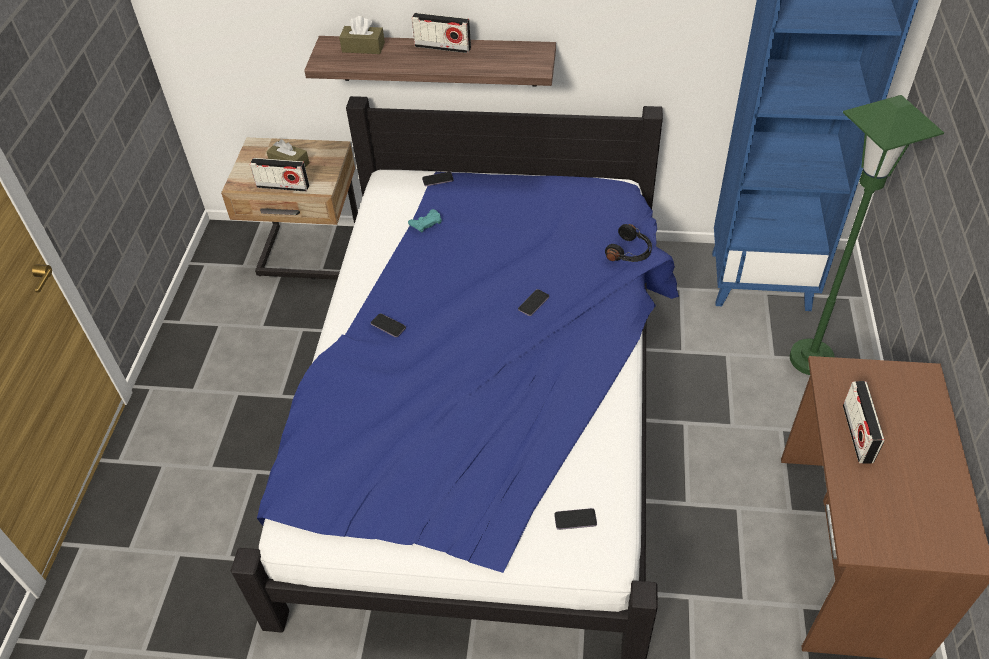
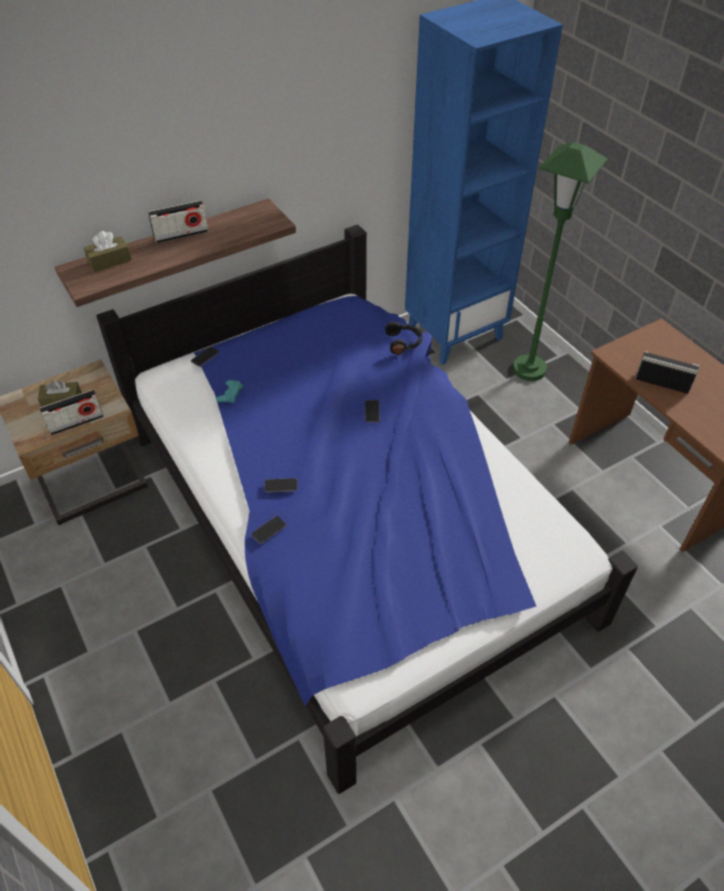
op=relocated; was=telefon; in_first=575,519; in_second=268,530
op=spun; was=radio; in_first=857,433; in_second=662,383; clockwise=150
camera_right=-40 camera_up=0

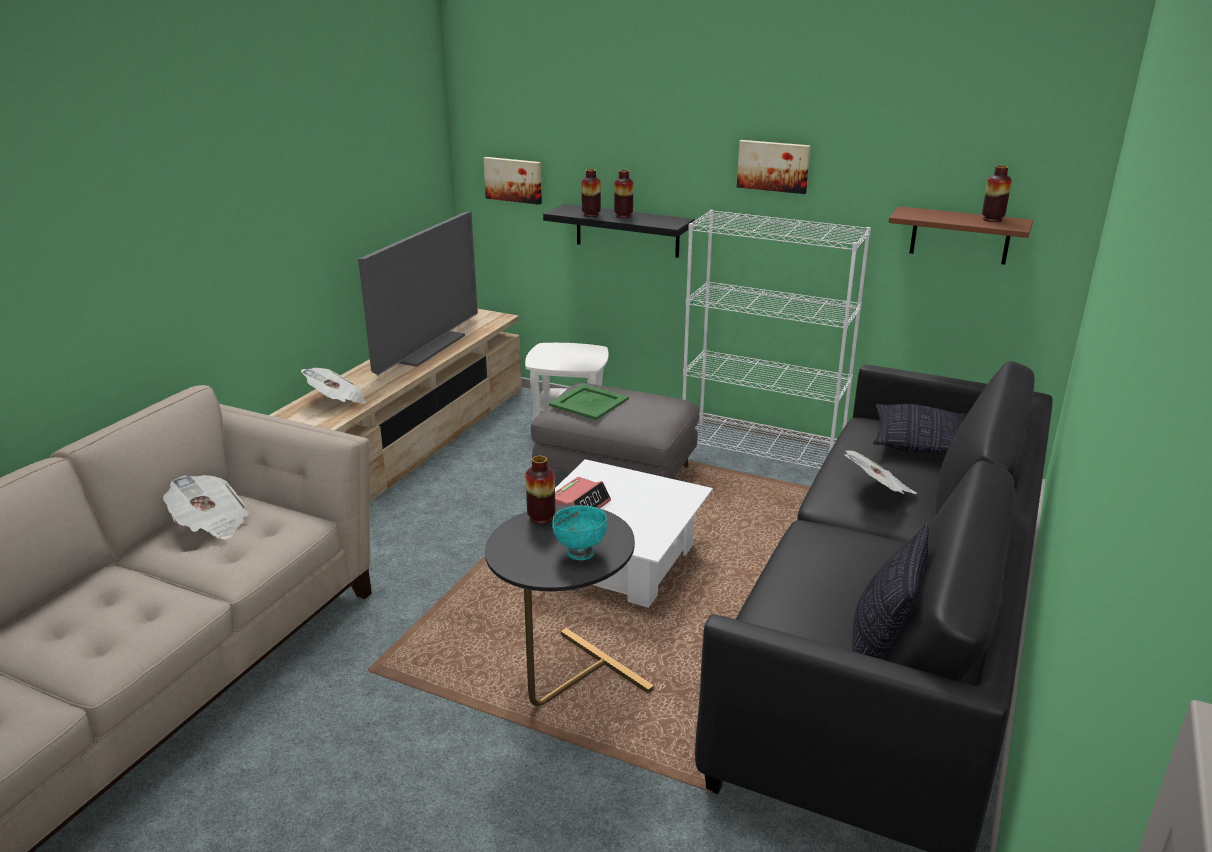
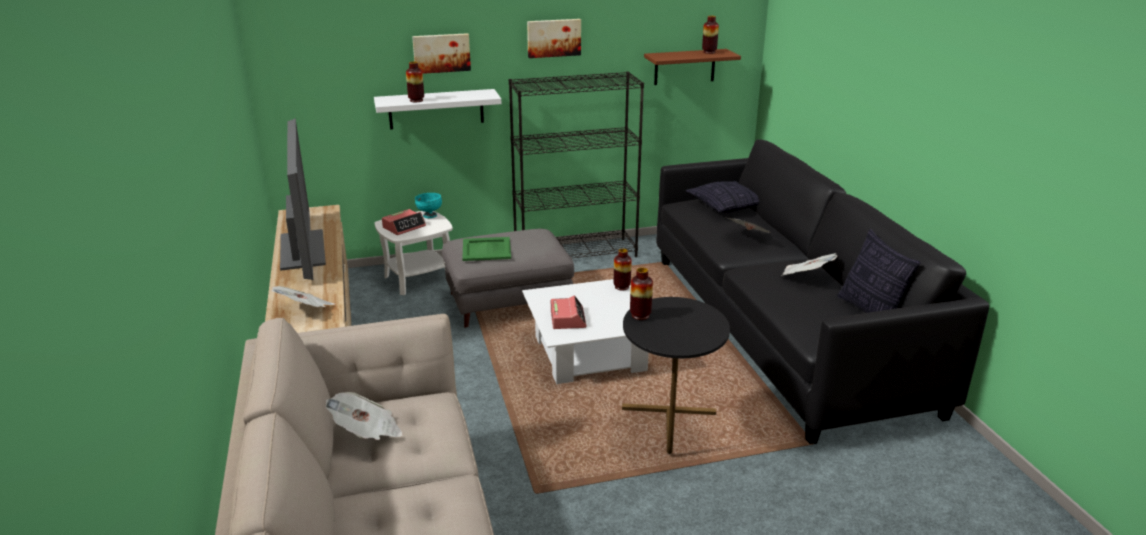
op=relocated; was=obraz; in_first=514,180; in_second=441,53
op=colour; was=półka/czarny; now=półka/biały; in_first=627,230; in_second=436,109
op=relocated; was=miska/turkusowy; in_first=580,552; in_second=429,215
op=relocated; was=wazon; in_first=623,216; in_second=622,287
op=colour; was=regał/biały; now=regał/czarny; in_first=762,450; in_second=576,253
op=appeared; now=budzik; in_second=404,227
op=appeared; now=gazeta; in_second=806,277
camera_right=-40 camera_up=0

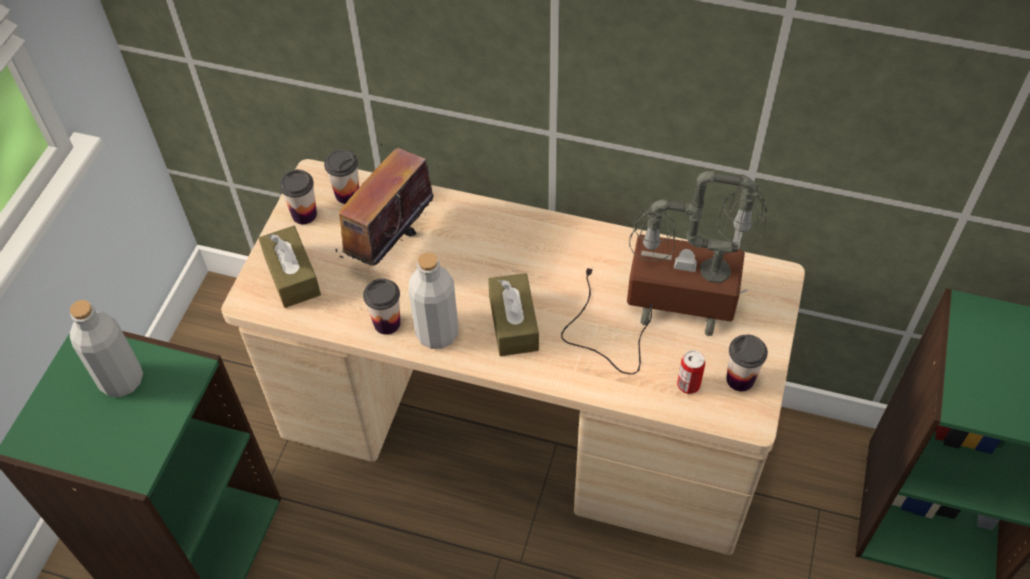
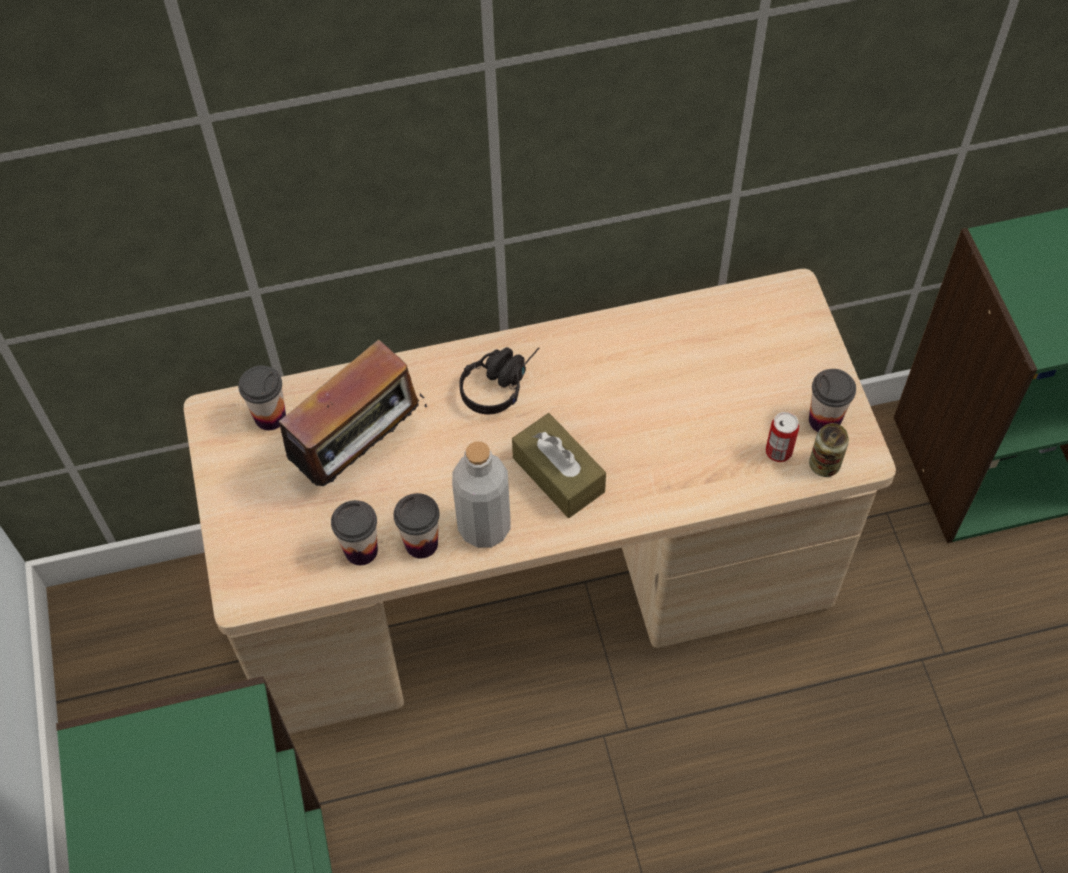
op=missing; was=butelka/szary; in_first=121,380
op=missing; was=pudełko chusteczek/brązowy; in_first=292,275
op=relocated; was=filiżanka; in_first=304,214; in_second=361,550
op=spun; was=radio; in_first=390,244; in_second=361,451; clockwise=-135
op=missing; was=lampa stołowa; in_first=663,307
op=appeared; now=słuchawki/czarny; in_second=500,382
op=appeared; now=puszka; in_second=824,465
camera_right=-30 camera_up=5

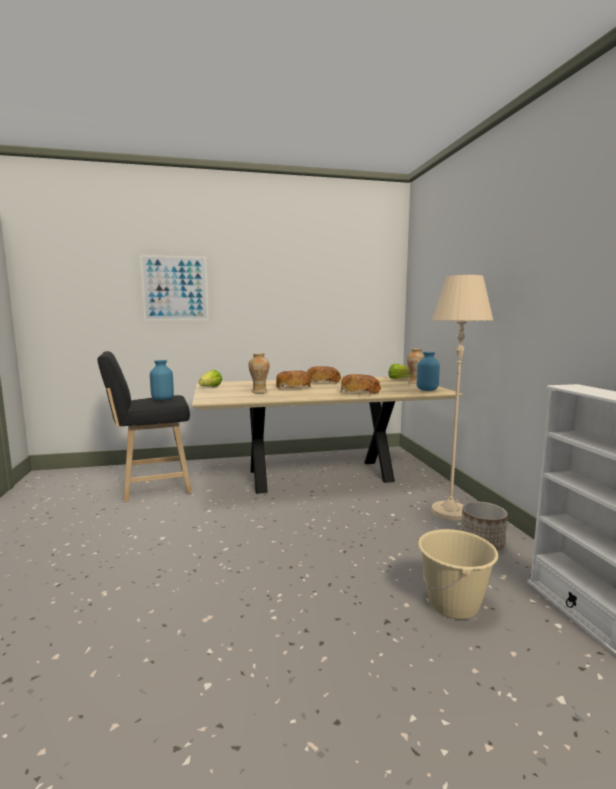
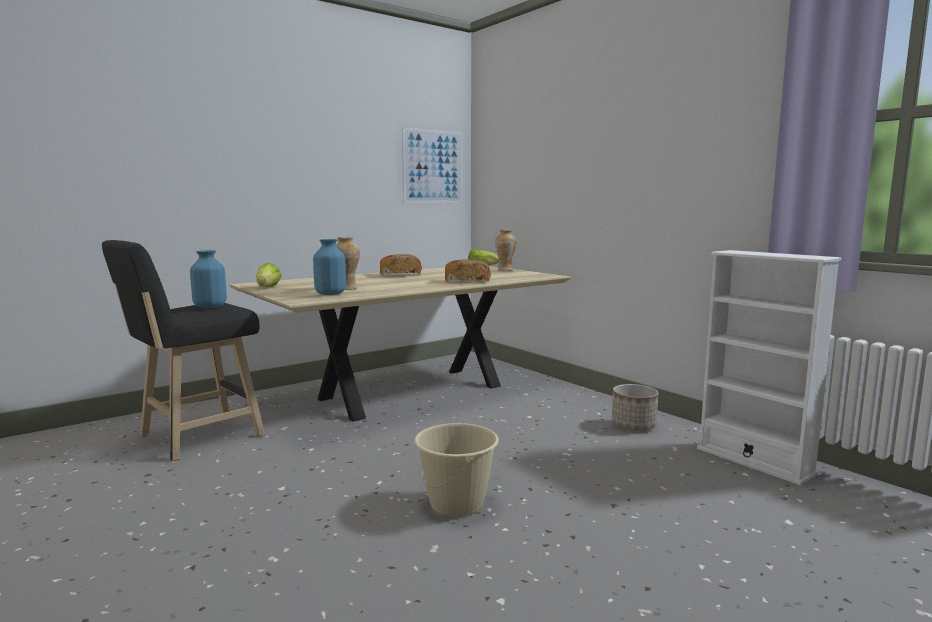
op=relocated; was=obraz; in_first=175,288; in_second=433,166
op=missing; was=chleb; in_first=293,387
op=relocated; was=wazon/niebieski; in_first=427,390; in_second=331,294
op=relocated; was=wiadro/beżowy; in_first=453,605; in_second=457,504
op=missing; was=lampa stojąca/beżowy; in_first=450,512
camera_right=-25 camera_up=0

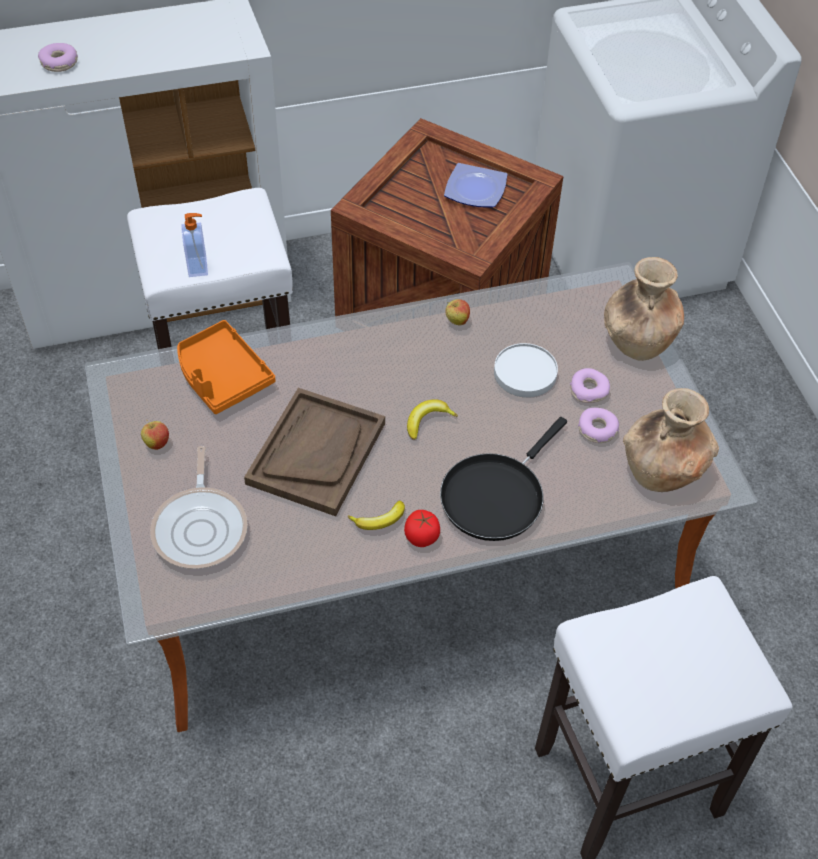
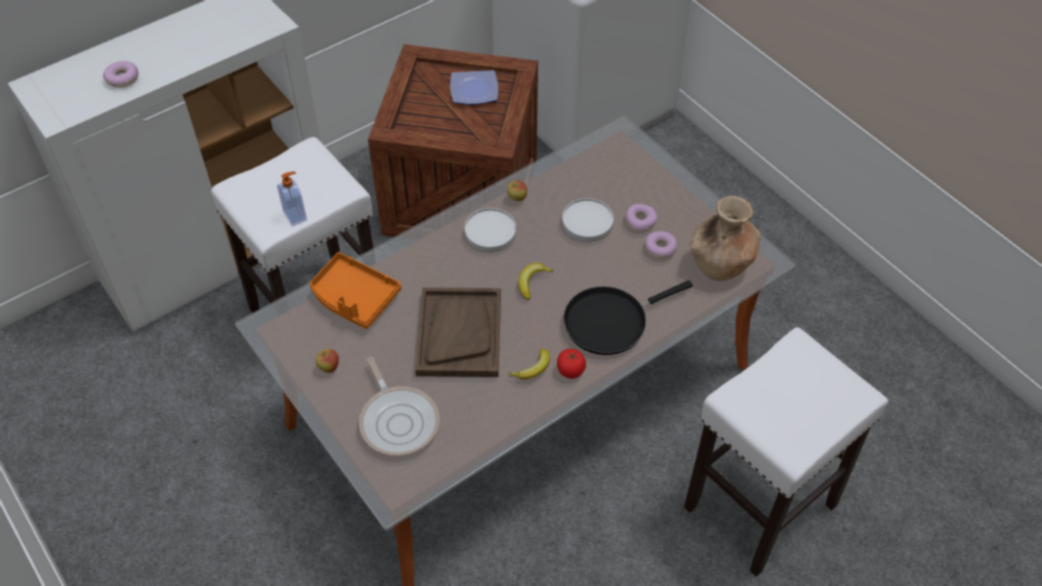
op=spun; was=patelnia/czarny; in_first=496,495; in_second=610,321; clockwise=45
op=missing; was=wazon/brązowy; in_first=638,339
op=appeared; now=talerz/biały; in_second=490,232
camera_right=-20 camera_up=0

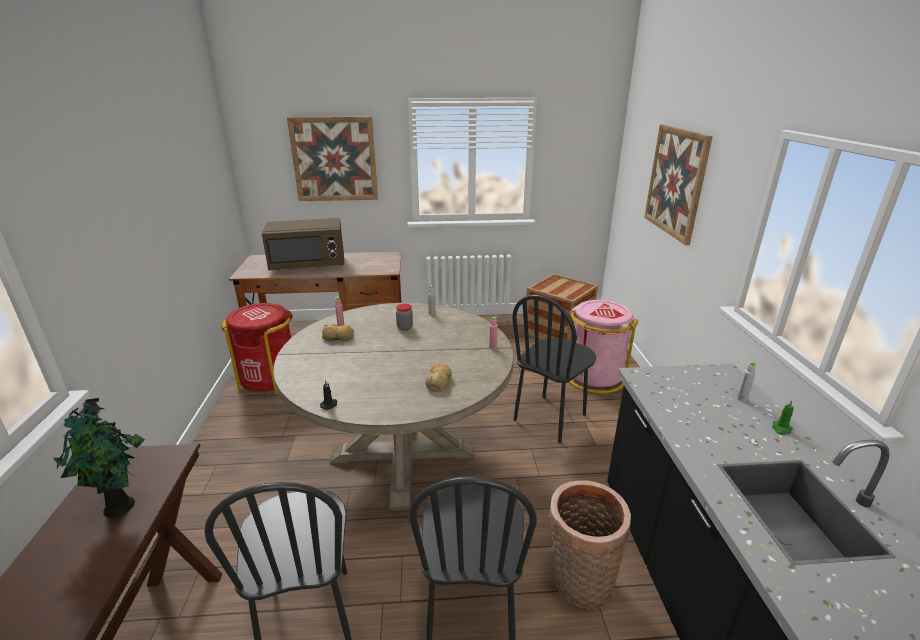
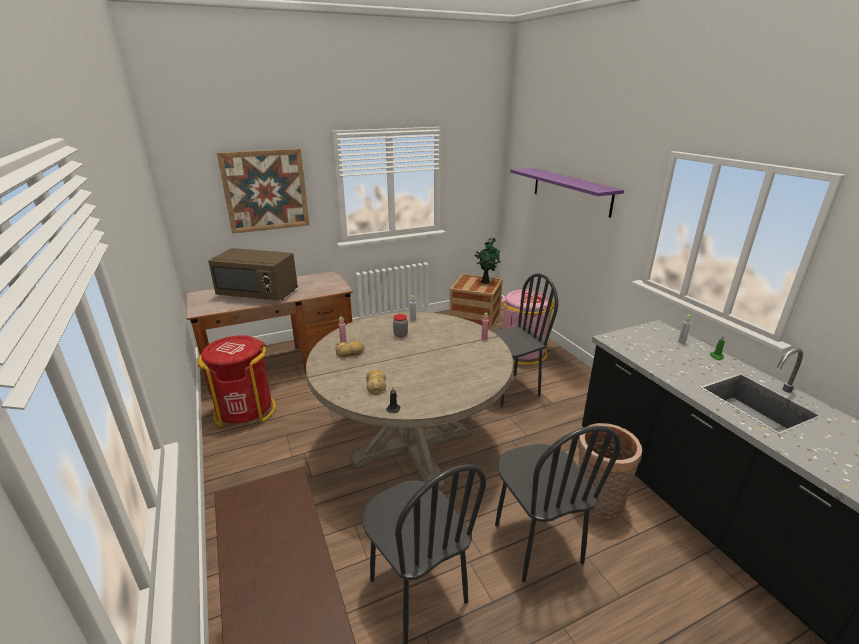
op=relocated; was=roślina doniczkowa; in_first=122,506; in_second=486,281
op=spun; was=mikrofalówka/brązowy; in_first=308,264; in_second=258,293; clockwise=45
op=relocated; was=chleb; in_first=439,381; in_second=376,385
op=spun; was=krzesło/czarny; in_first=550,418; in_second=509,390; clockwise=-135
op=exchanged; was=obraz; now=półka/fioletowy; in_first=675,182; in_second=571,191
camera_right=-20 camera_up=0

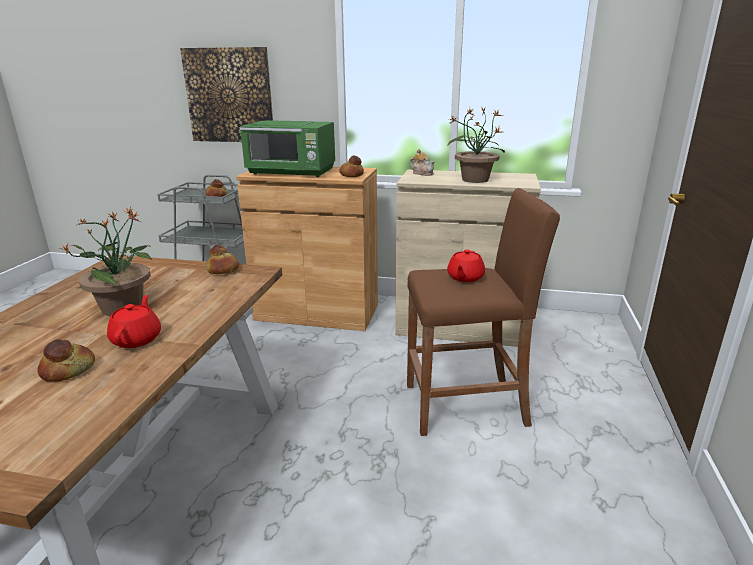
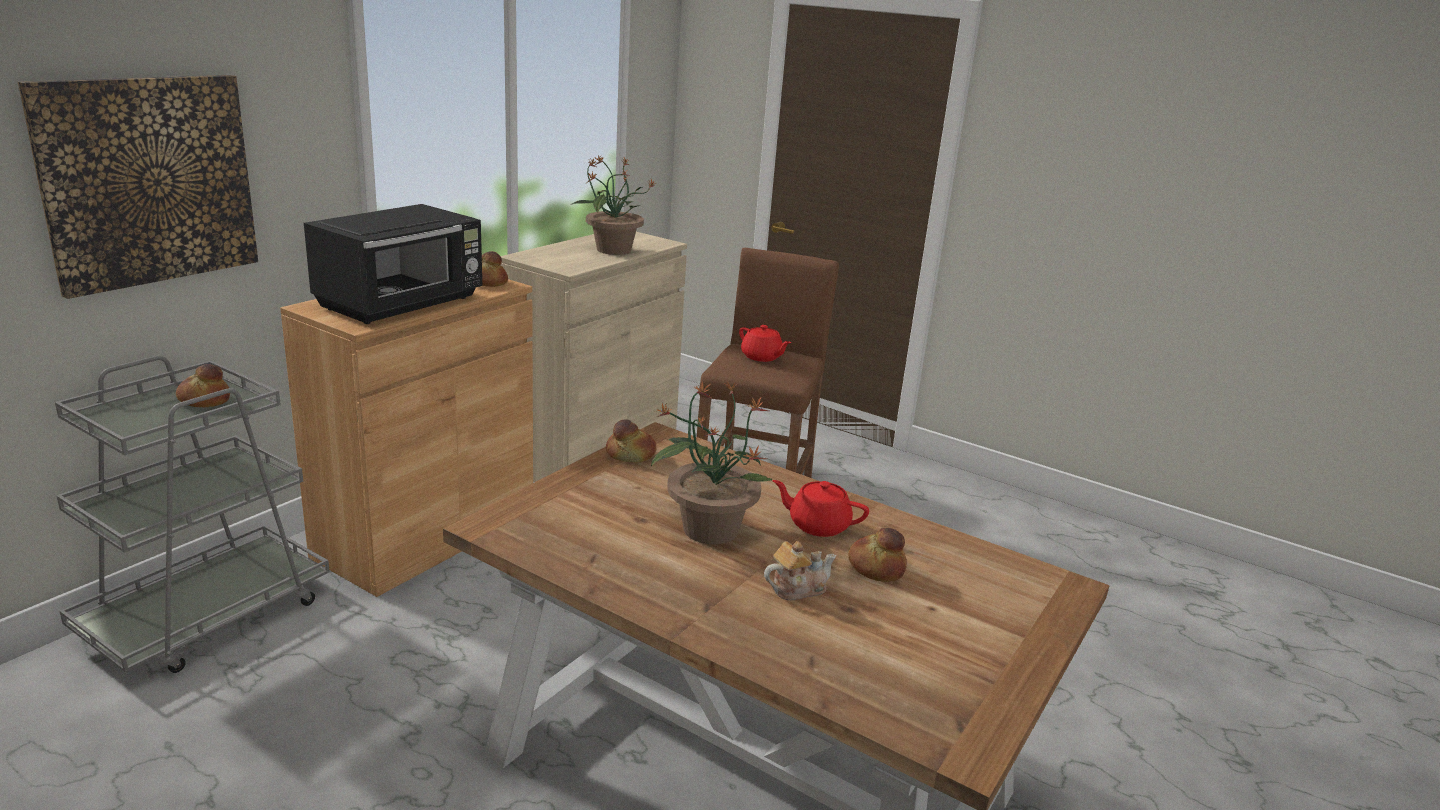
op=colour; was=mikrofalówka/zielony; now=mikrofalówka/czarny; in_first=292,172; in_second=402,304
op=relocated; was=imbryk; in_first=422,173; in_second=797,588
camera_right=-70 camera_up=0

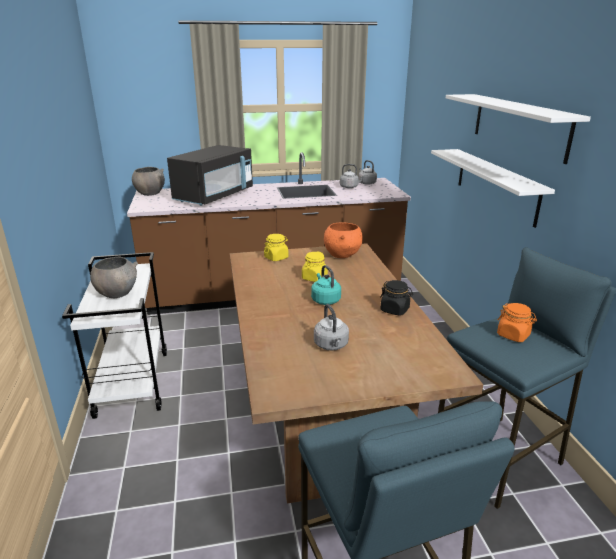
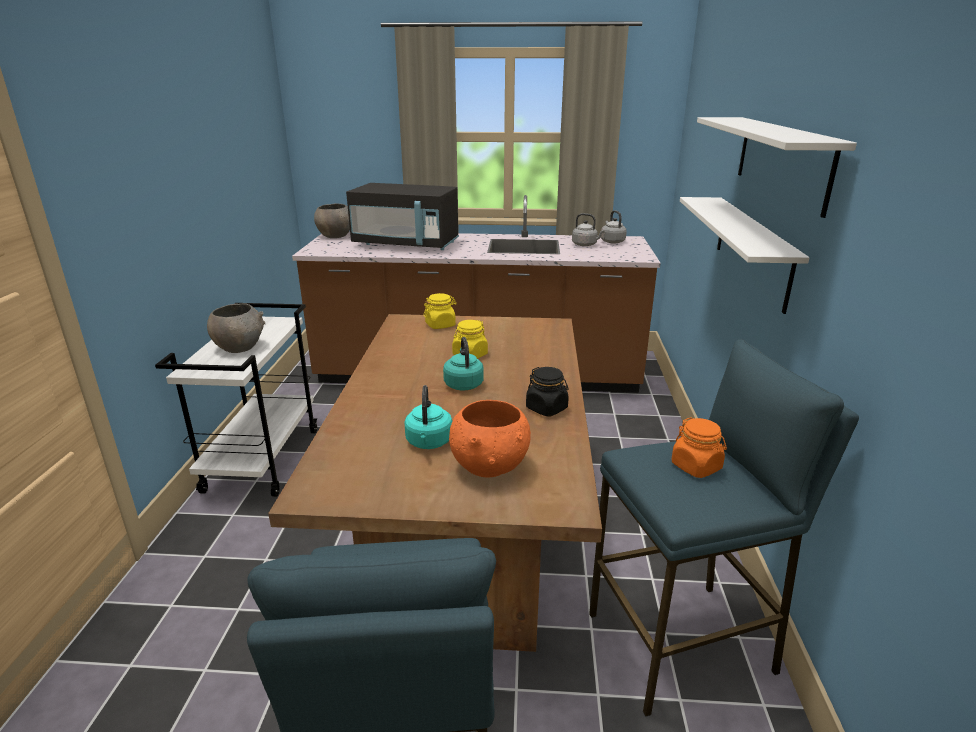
op=spun; was=mikrofalówka/czarny; in_first=214,196; in_second=406,244; clockwise=60
op=colour; was=czajnik/szary; now=czajnik/turkusowy; in_first=331,345; in_second=429,443
op=relocated; was=miska/pomarańczowy; in_first=342,255; in_second=490,467
camera_right=15 camera_up=0

